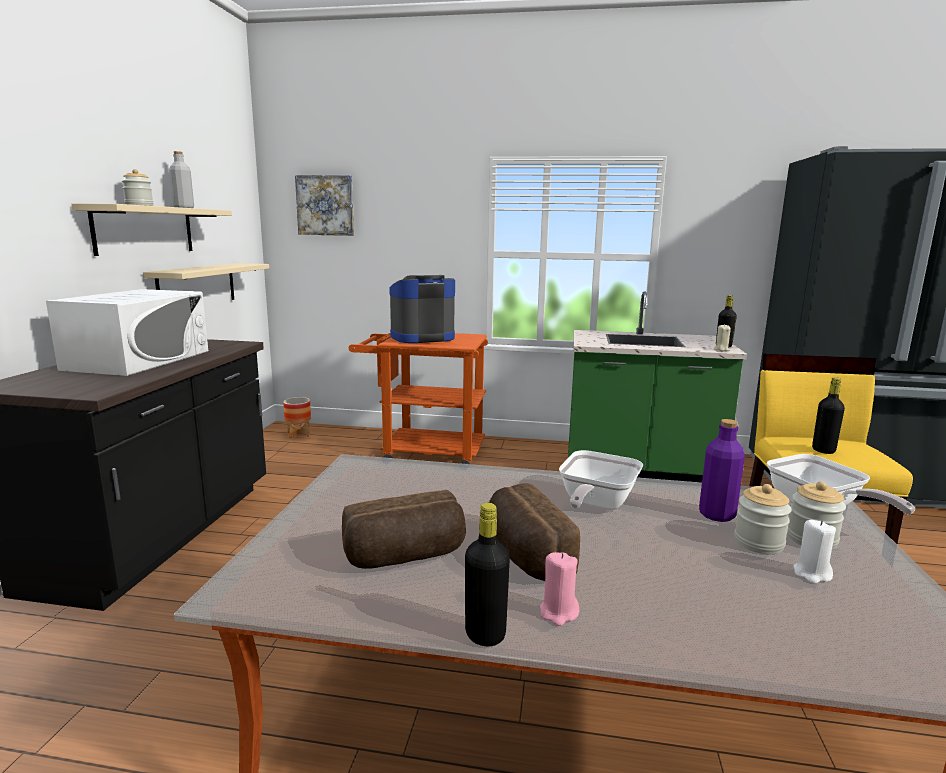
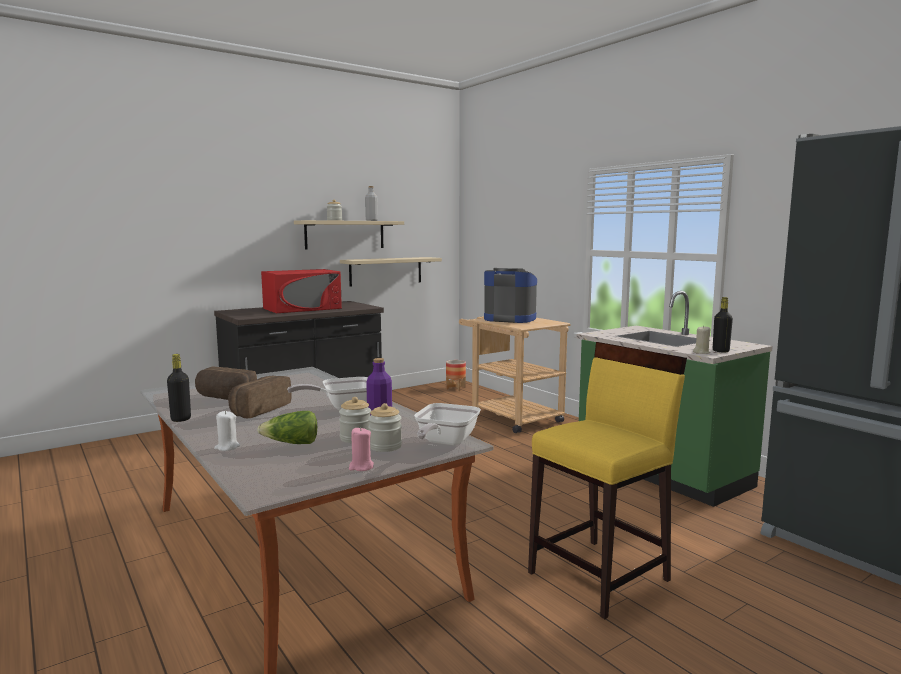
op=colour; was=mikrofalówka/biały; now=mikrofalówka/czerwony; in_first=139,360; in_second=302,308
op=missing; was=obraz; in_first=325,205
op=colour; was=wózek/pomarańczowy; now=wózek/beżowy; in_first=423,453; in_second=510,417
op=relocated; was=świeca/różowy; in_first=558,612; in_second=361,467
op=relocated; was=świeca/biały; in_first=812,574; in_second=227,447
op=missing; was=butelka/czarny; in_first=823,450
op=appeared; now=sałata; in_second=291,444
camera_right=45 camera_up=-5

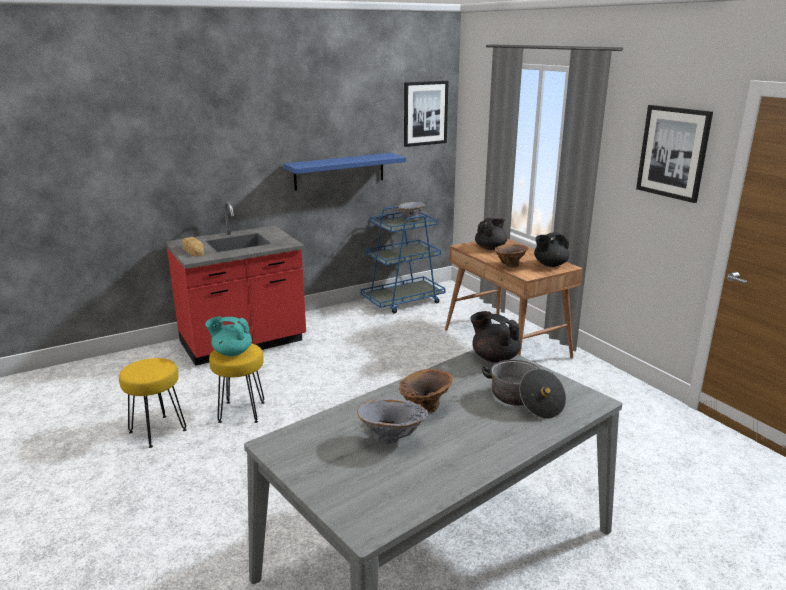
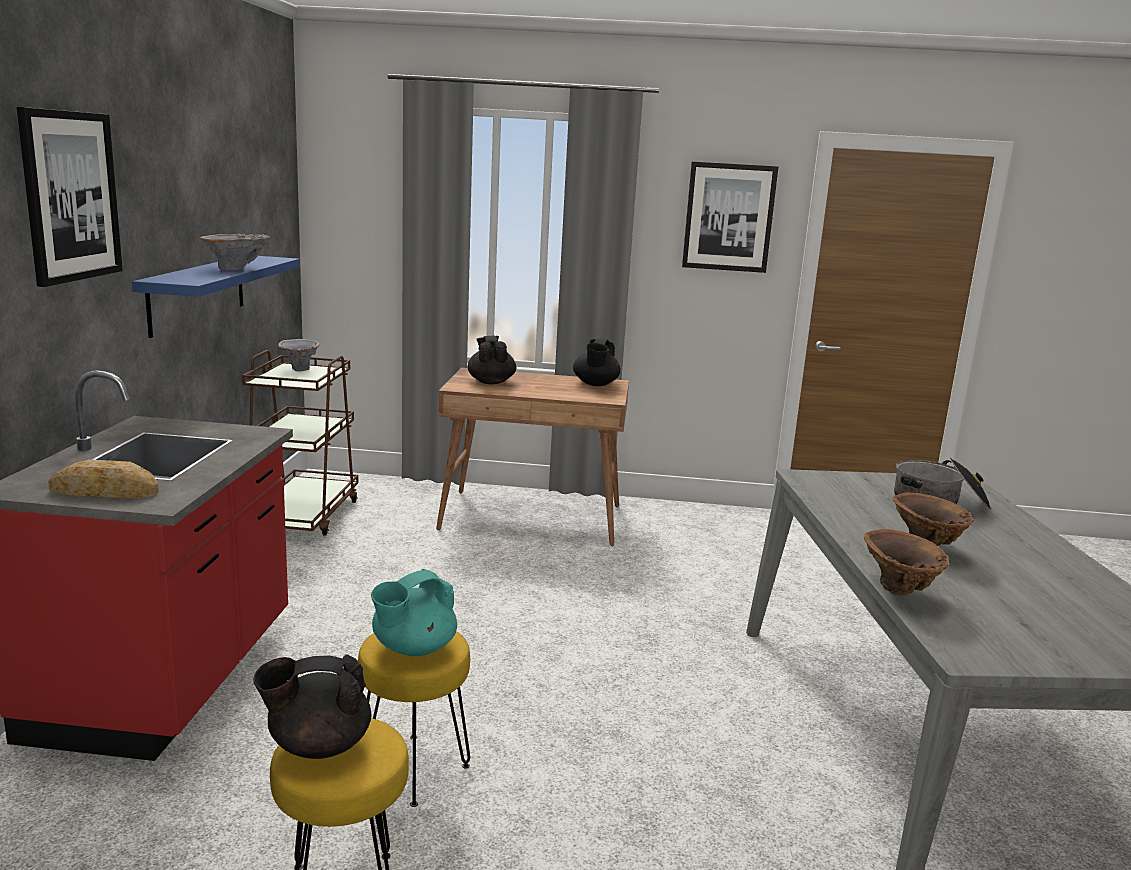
op=relocated; was=wazon/szary; in_first=392,440; in_second=237,269
op=colour; was=wózek/niebieski; now=wózek/brązowy; in_first=403,301; in_second=303,516
op=relocated; was=obraz; in_first=425,113; in_second=70,196
op=relocated; was=imbryk/czarny; in_first=494,358; in_second=318,745
op=relocated; was=wazon/brązowy; in_first=509,266; in_second=897,592
camera_right=-55 camera_up=-5

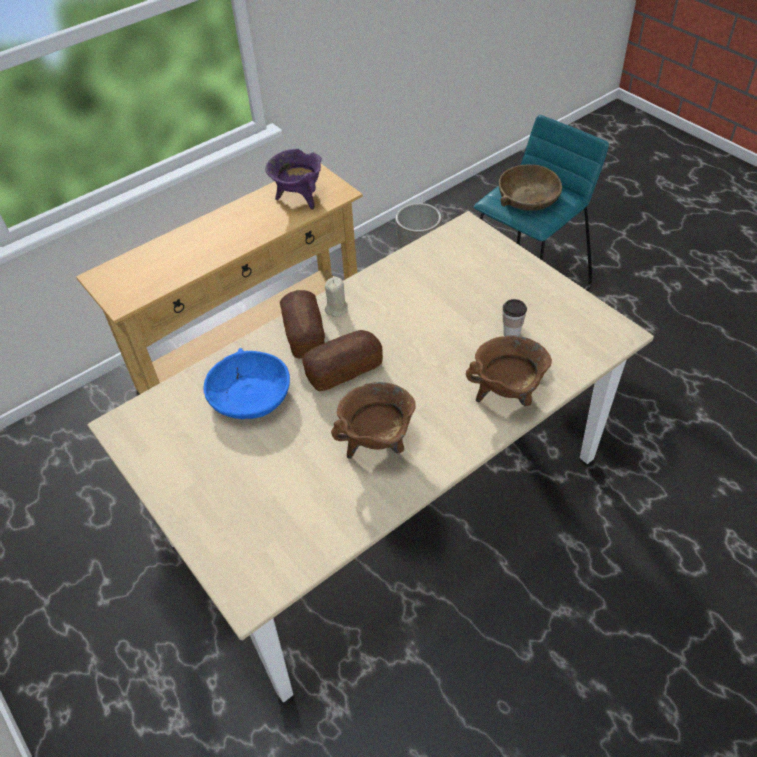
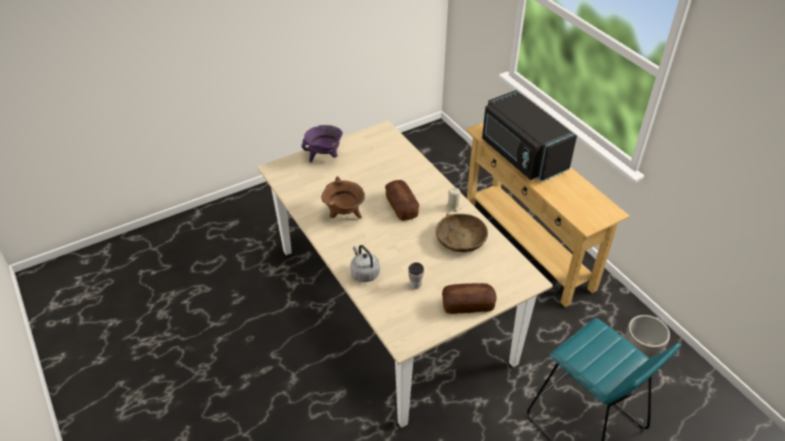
op=missing; was=miska/niebieski; in_first=249,395
op=relocated; was=garnek/fioletowy; in_first=299,198; in_second=324,156
op=relocated; was=chleb; in_first=304,334; in_second=468,305
op=exchanged; was=garnek/brązowy; now=czajnik/szary; in_first=507,395; in_second=364,273
op=relocated; was=miska/brązowy; in_first=528,197; in_second=460,239
op=appeared; now=mikrofalówka/czarny; in_second=521,155
camera_right=95 camera_up=-5

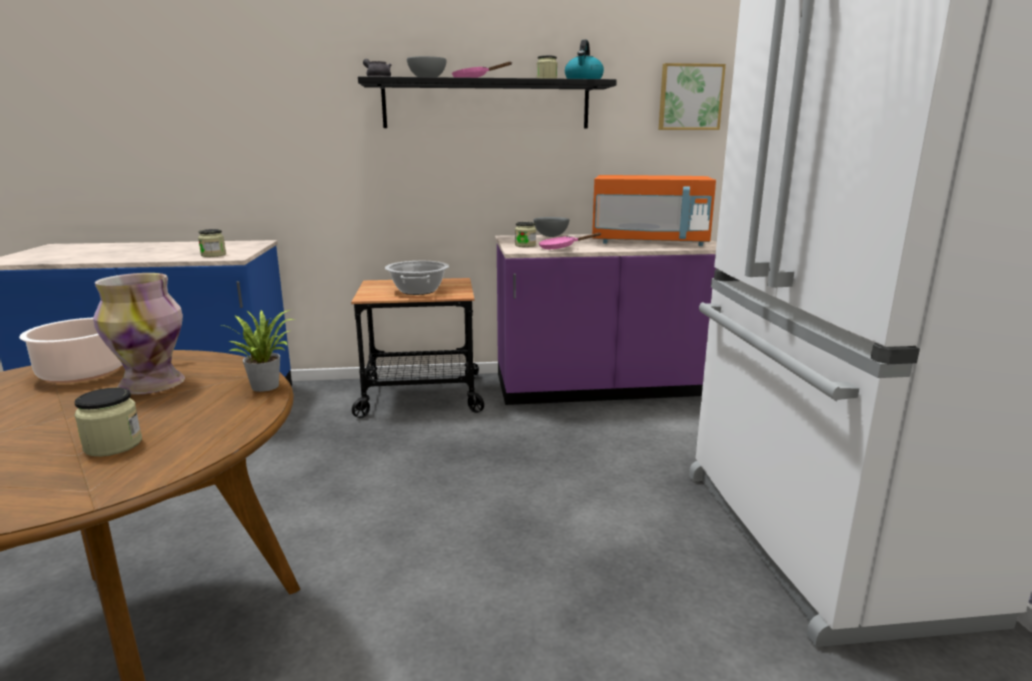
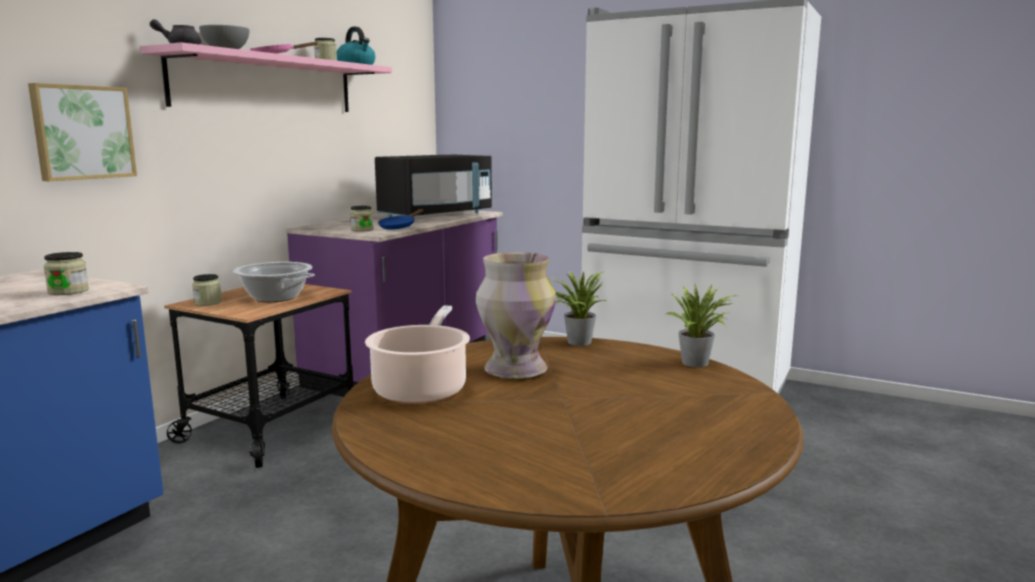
op=relocated; was=słoik; in_first=113,445; in_second=208,303
op=colour; was=półka/czarny; now=półka/różowy; in_first=486,105; in_second=267,84
op=missing; was=miska/szary; in_first=551,236
op=colour; was=patelnia/różowy; now=patelnia/niebieski; in_first=561,248; in_second=399,227
op=colour; was=mikrofalówka/pomarańczowy; now=mikrofalówka/czarny; in_first=649,242; in_second=436,215
op=relocated; was=obraz; in_first=690,97; in_second=82,132
op=appeared; now=roślina doniczkowa; in_second=698,363
camera_right=-55 camera_up=-5

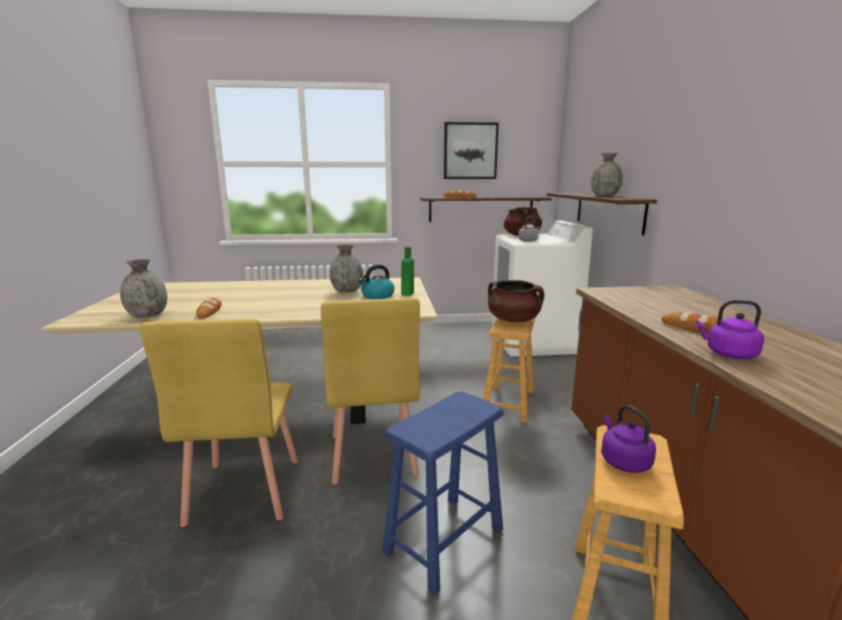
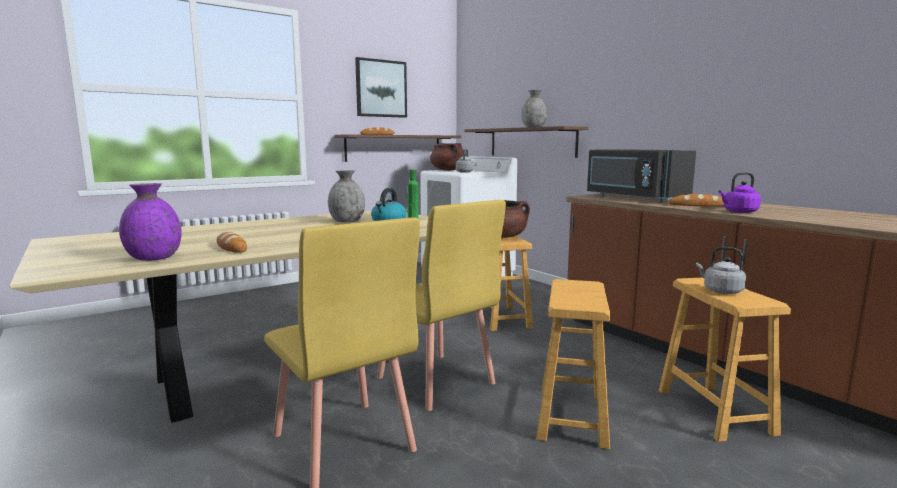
op=colour; was=wazon/szary; now=wazon/fioletowy; in_first=147,315; in_second=154,258
op=colour; was=stołek/niebieski; now=stołek/brązowy; in_first=444,540; in_second=572,416
op=colour; was=czajnik/fioletowy; now=czajnik/szary; in_first=623,461; in_second=720,291
op=appeared; now=mikrofalówka/czarny; in_second=633,198
camera_right=-30 camera_up=-5

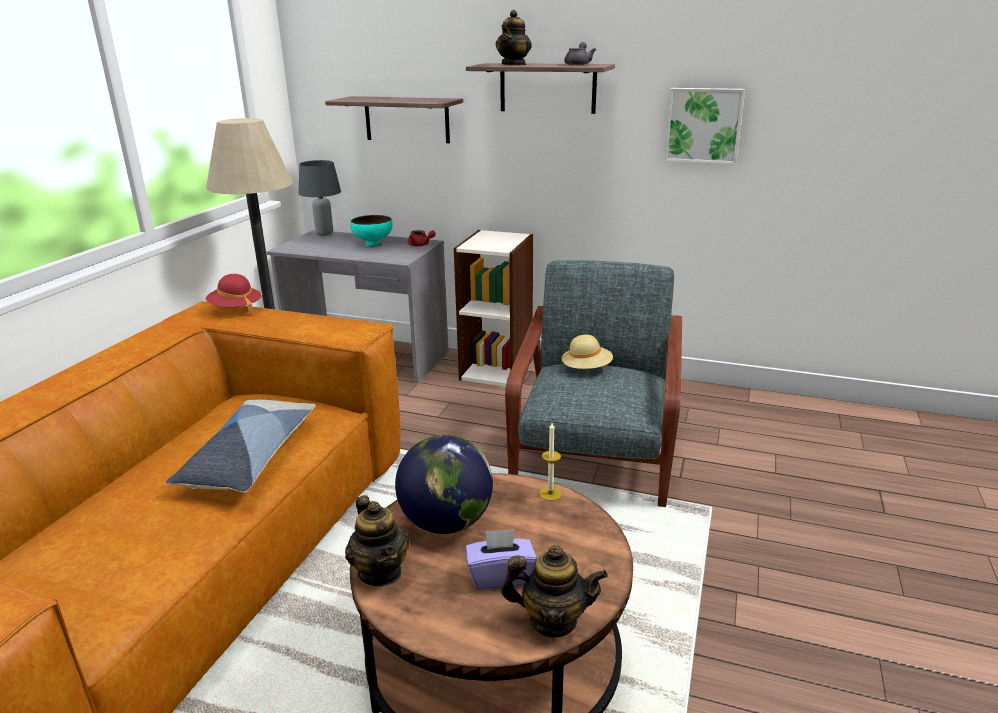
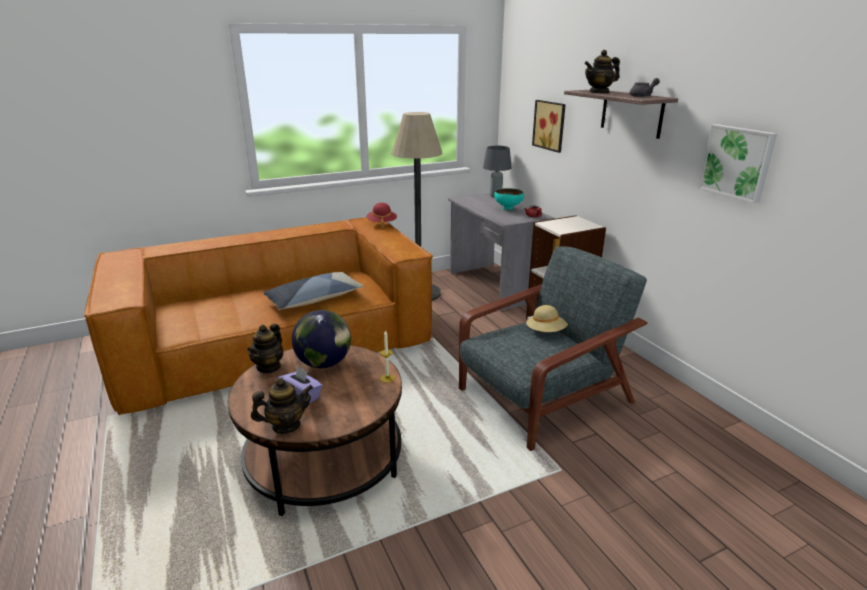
op=exchanged; was=półka; now=obraz; in_first=406,119; in_second=550,125
op=spun; was=imbryk; in_first=553,620; in_second=286,425; clockwise=-75
camera_right=45 camera_up=0

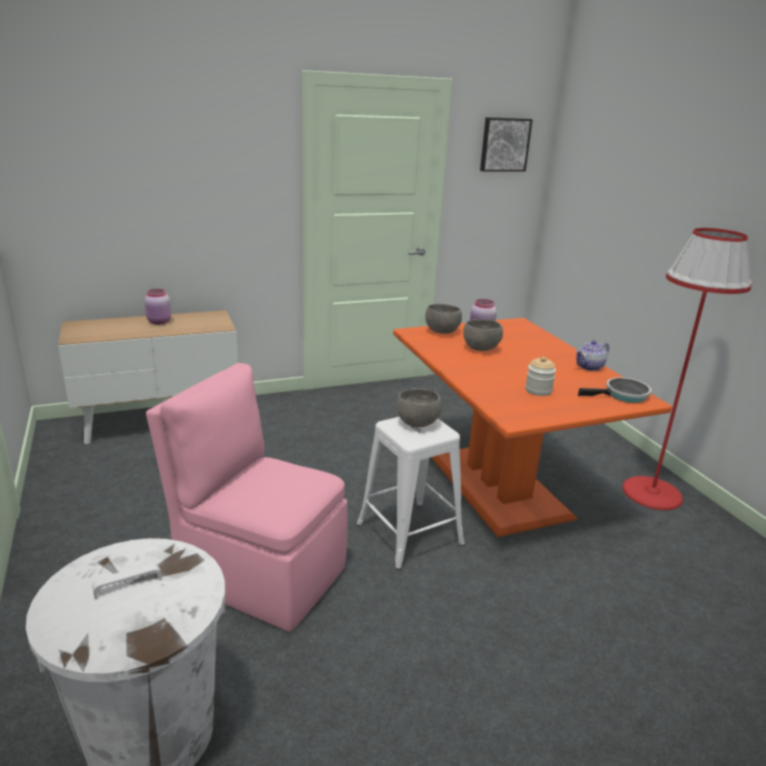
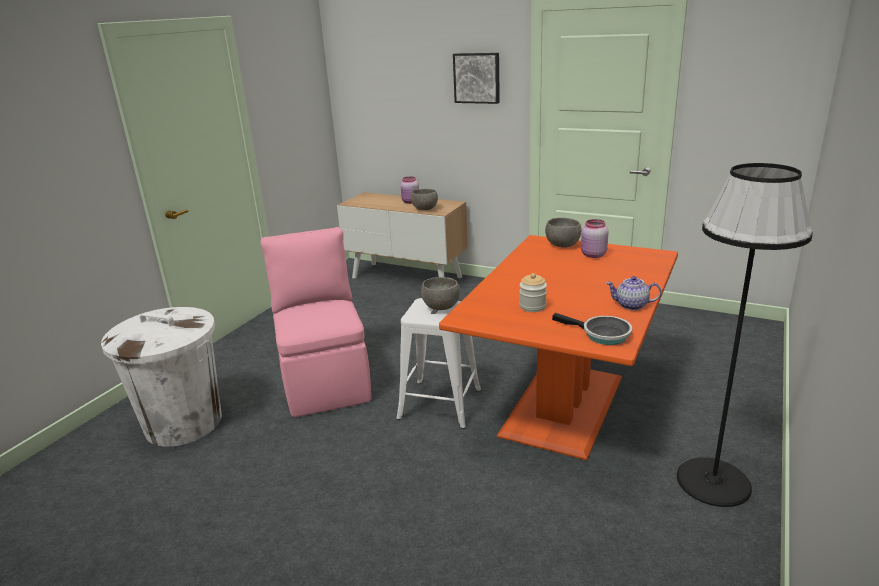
op=relocated; was=miska/szary; in_first=481,349; in_second=425,209
op=relocated; was=obraz; in_first=504,144; in_second=477,78
op=colour; was=lampa stojąca/czerwony; now=lampa stojąca/czarny; in_first=652,493; in_second=714,482
camera_right=50 camera_up=0

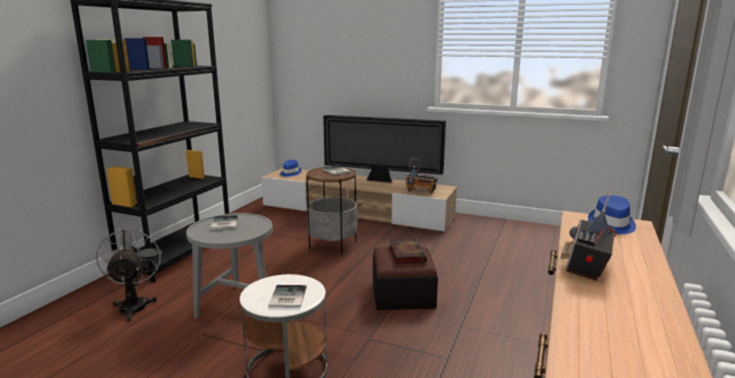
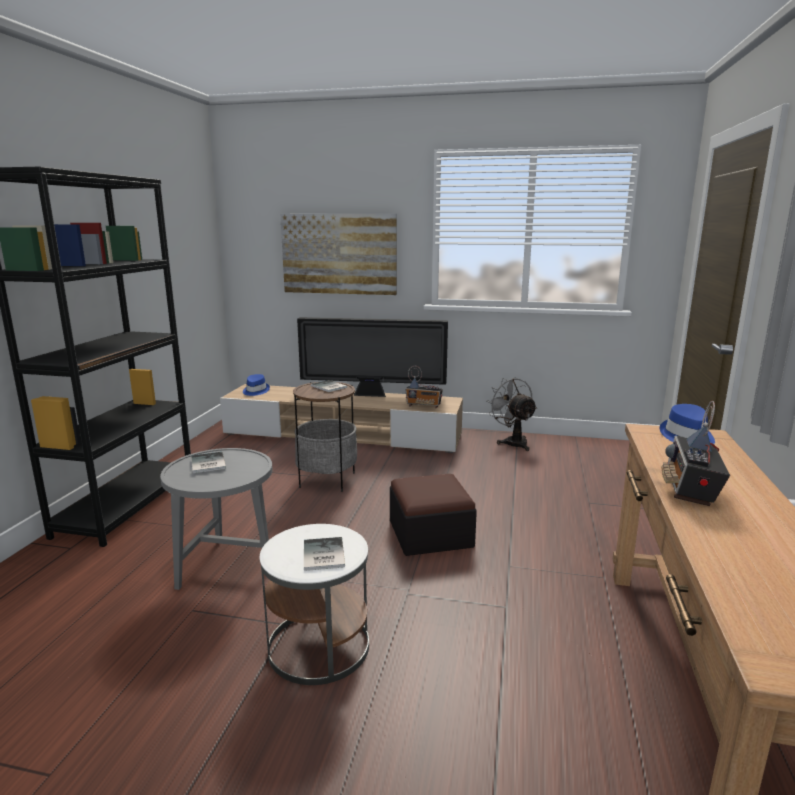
op=relocated; was=wentylator/szary; in_first=134,304; in_second=512,442
op=missing; was=książka; in_first=406,254
op=appeared; now=obraz; in_second=339,254
camera_right=-10 camera_up=0

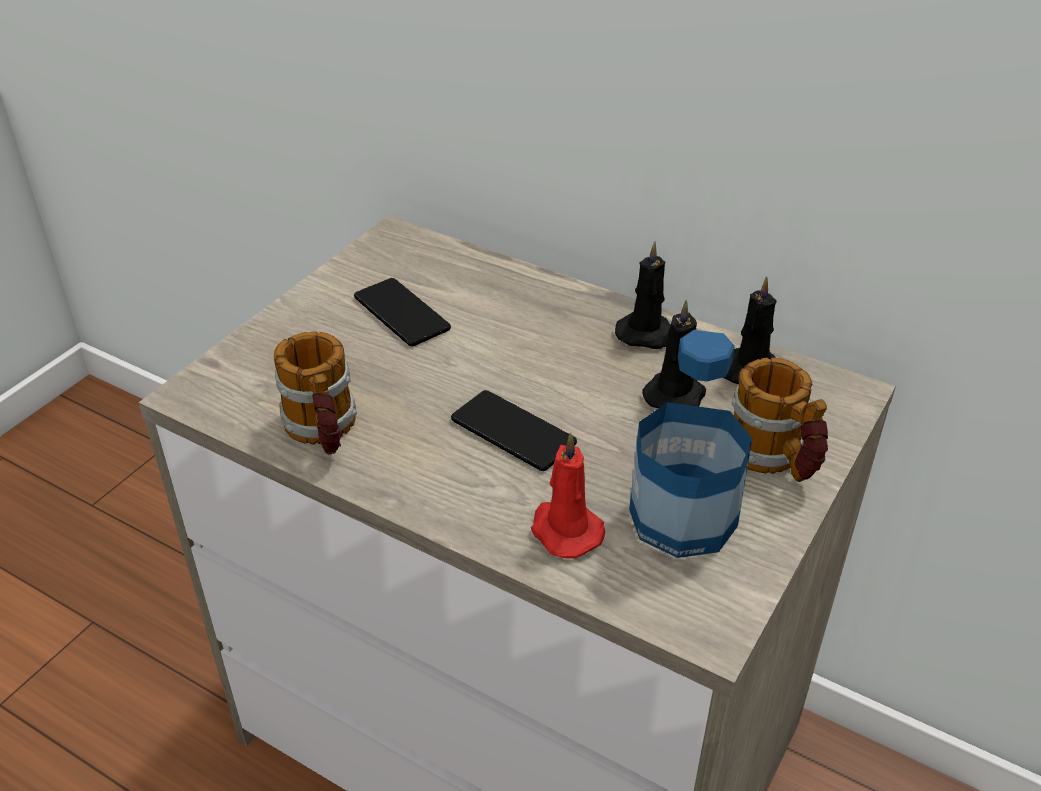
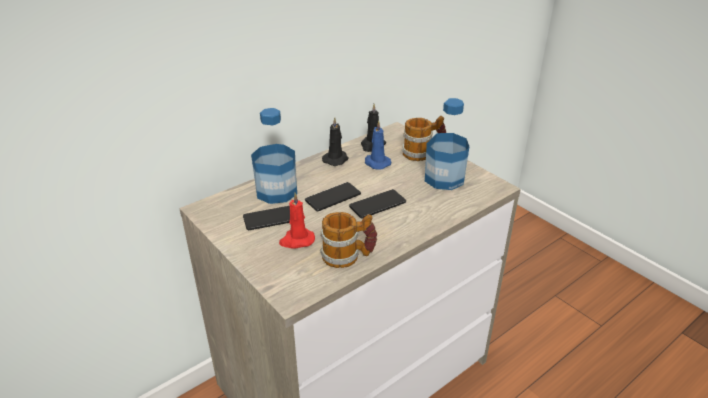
op=relocated; was=świeca/czerwony; in_first=564,530; in_second=296,240
op=colour; was=świeca/czarny; now=świeca/niebieski; in_first=675,394; in_second=376,163
op=appeared; now=butelka; in_second=276,191
op=appeared; now=telefon; in_second=333,197
camera_right=-70 camera_up=-5

